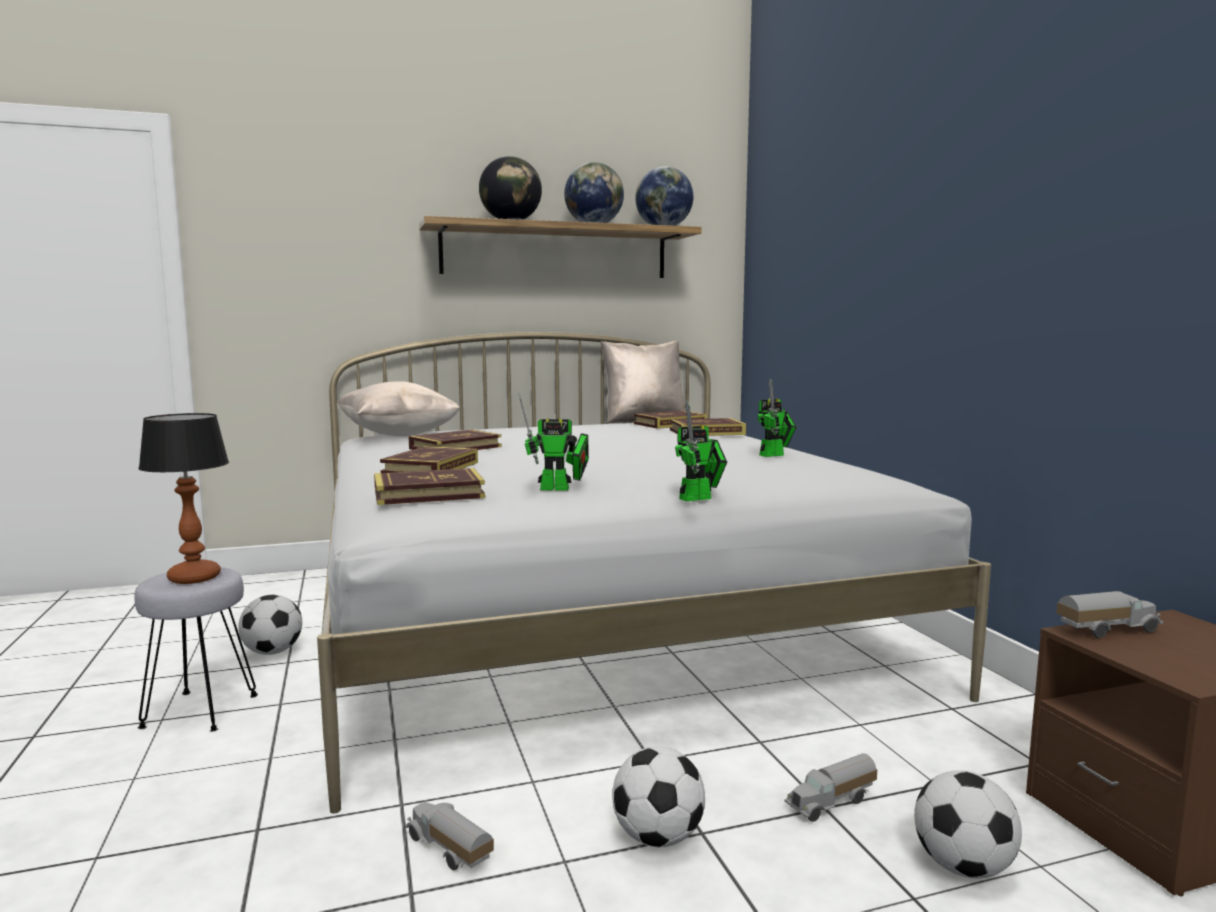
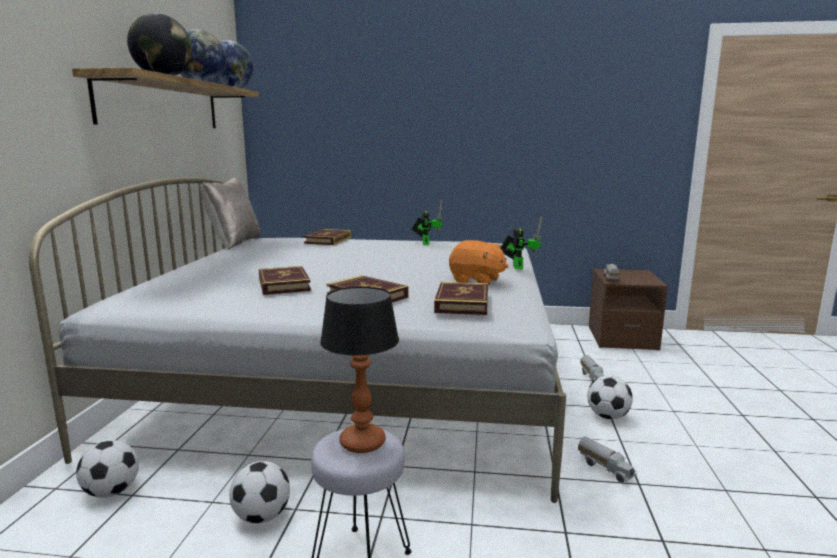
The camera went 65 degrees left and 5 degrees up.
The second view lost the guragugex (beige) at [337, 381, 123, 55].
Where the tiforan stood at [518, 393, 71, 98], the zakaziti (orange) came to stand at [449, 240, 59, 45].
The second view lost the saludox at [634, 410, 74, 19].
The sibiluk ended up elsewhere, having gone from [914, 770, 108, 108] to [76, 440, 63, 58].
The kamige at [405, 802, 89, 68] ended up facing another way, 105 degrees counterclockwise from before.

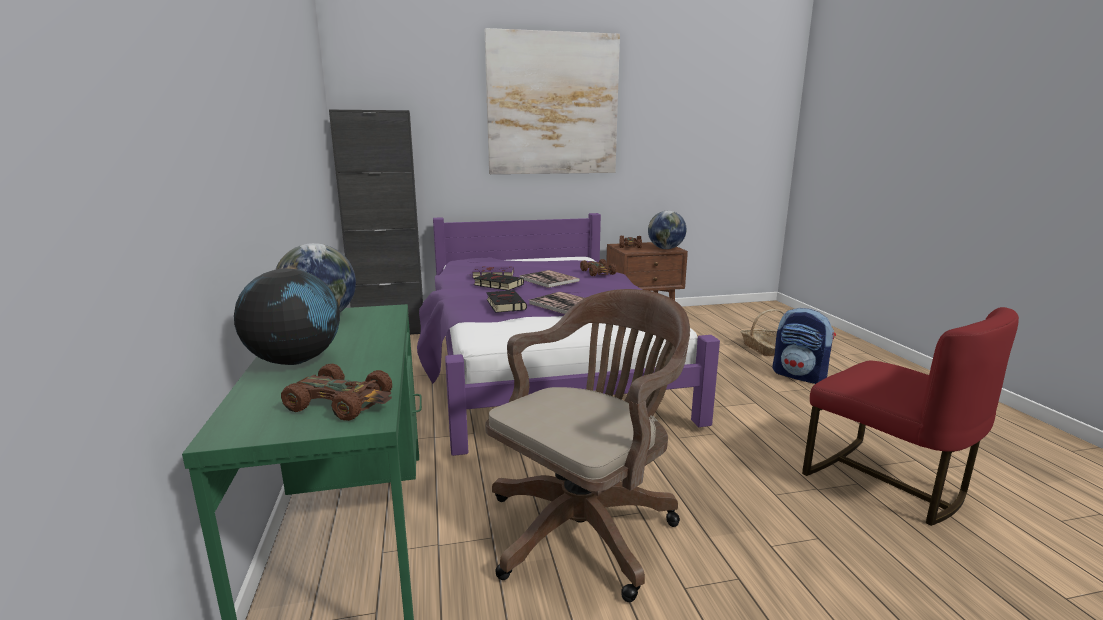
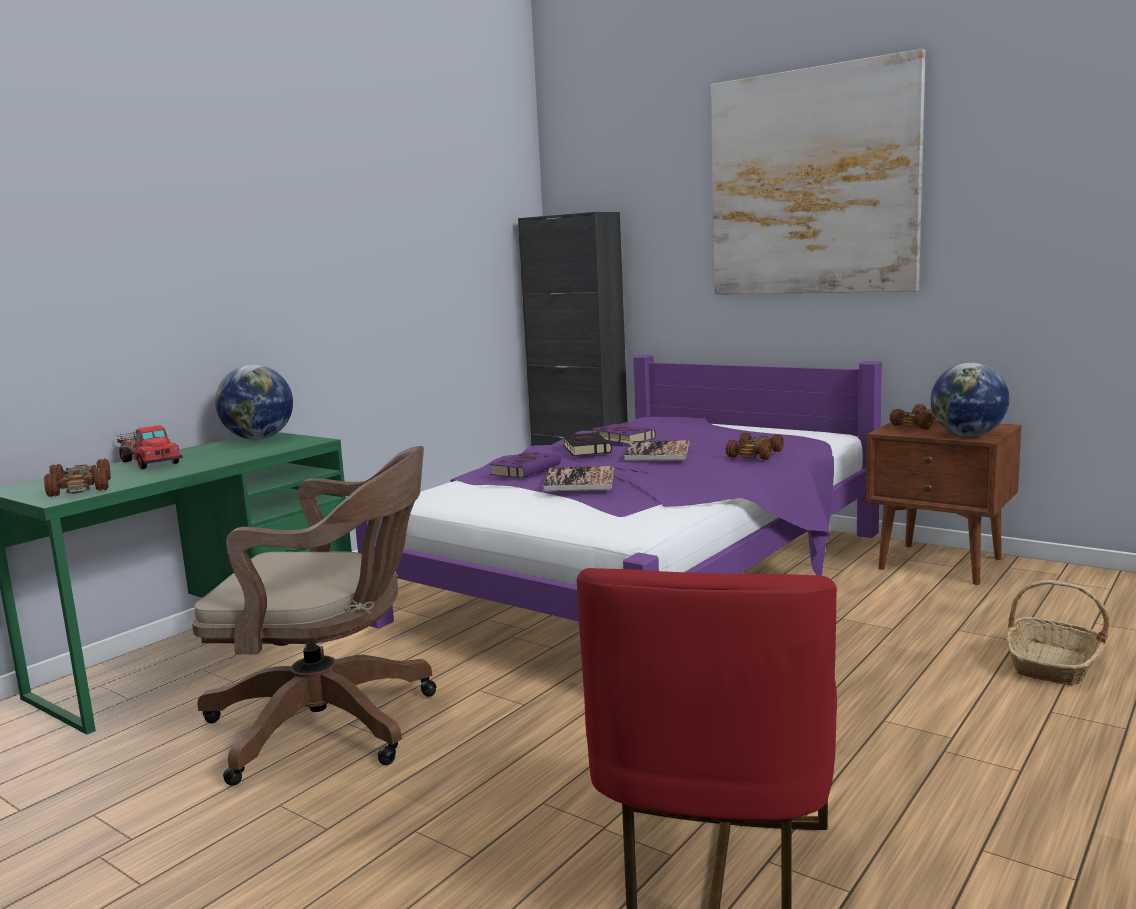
The camera went 50 degrees right and 5 degrees down.
Where the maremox stood at [234, 268, 106, 97], the kamige came to stand at [116, 425, 67, 44].
What was the saludox (black) at [486, 290, 41, 23] turned into the saludox (purple) at [489, 452, 72, 26].
The second view lost the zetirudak at [772, 308, 64, 76].

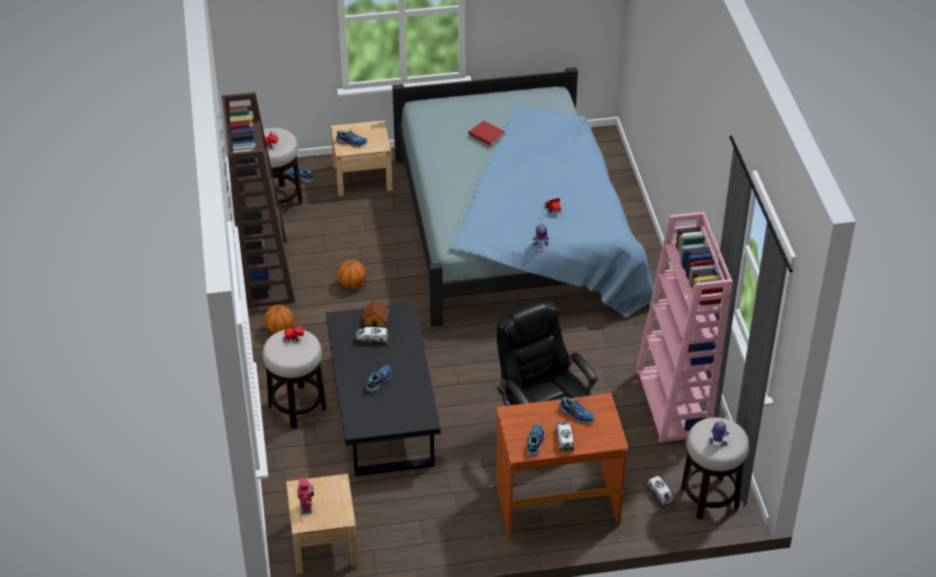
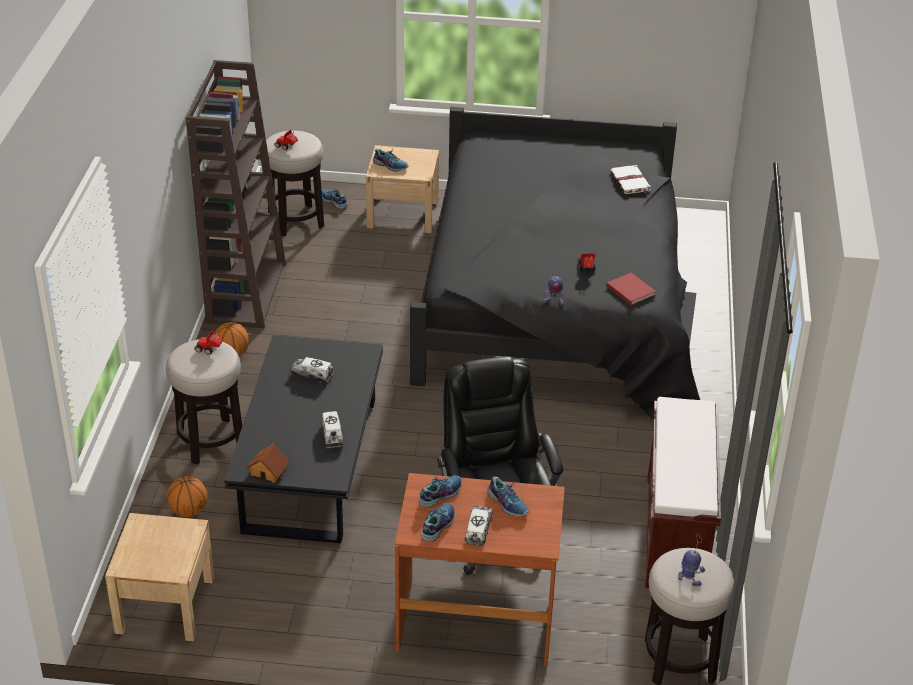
The camera went 15 degrees right and 5 degrees down.
What was the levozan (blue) at [392, 67, 268, 260] turned into the levozan (black) at [410, 107, 290, 313].
The saludox (red) ended up elsewhere, having gone from [468, 121, 37, 25] to [606, 273, 50, 32].
Where the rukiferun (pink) stood at [636, 212, 97, 230], the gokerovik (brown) came to stand at [645, 397, 76, 191].
The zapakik ended up elsewhere, having gone from [337, 260, 29, 29] to [167, 476, 41, 41].
The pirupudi ended up elsewhere, having gone from [362, 299, 28, 28] to [246, 443, 43, 40].
The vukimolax ended up elsewhere, having gone from [366, 365, 25, 27] to [419, 474, 43, 34].
The kamige ended up elsewhere, having gone from [647, 476, 28, 32] to [321, 411, 23, 38].
The second view lost the tiforan at [297, 478, 17, 36].
The second view gained the saludox (white) at [610, 165, 41, 29].

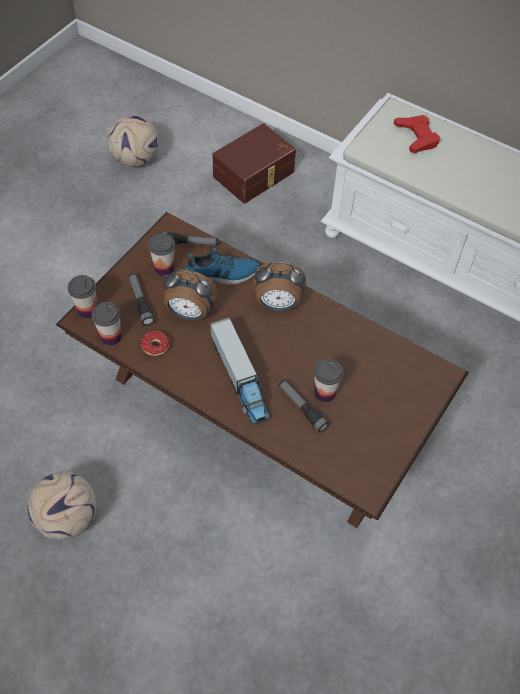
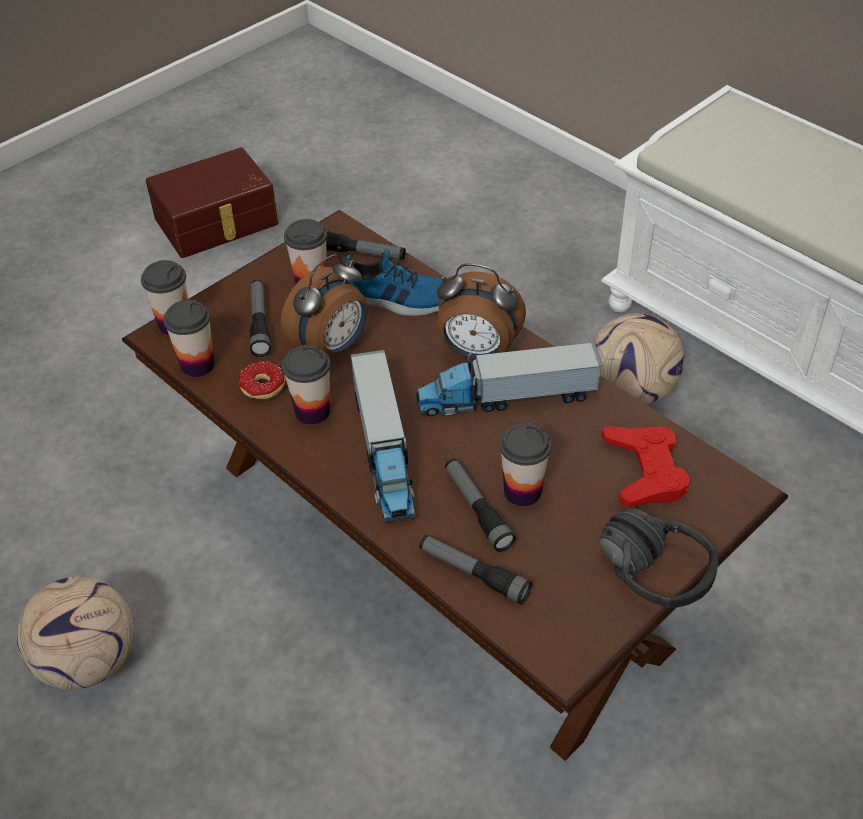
The camera went 15 degrees right and 10 degrees down.
The sibiluk ended up elsewhere, having gone from [108, 115, 51, 52] to [594, 313, 90, 91].
The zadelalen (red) ended up elsewhere, having gone from [394, 115, 46, 38] to [601, 426, 89, 82].
The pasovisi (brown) ended up elsewhere, having gone from [212, 123, 84, 81] to [146, 147, 132, 111].
The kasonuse at [163, 270, 56, 51] ended up facing another way, 75 degrees counterclockwise from before.
The second view gained the kamige at [416, 342, 187, 74].
The second view gained the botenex at [282, 345, 49, 80].
The second view gained the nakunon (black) at [599, 509, 119, 99].
The second view gained the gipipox at [419, 535, 114, 70].

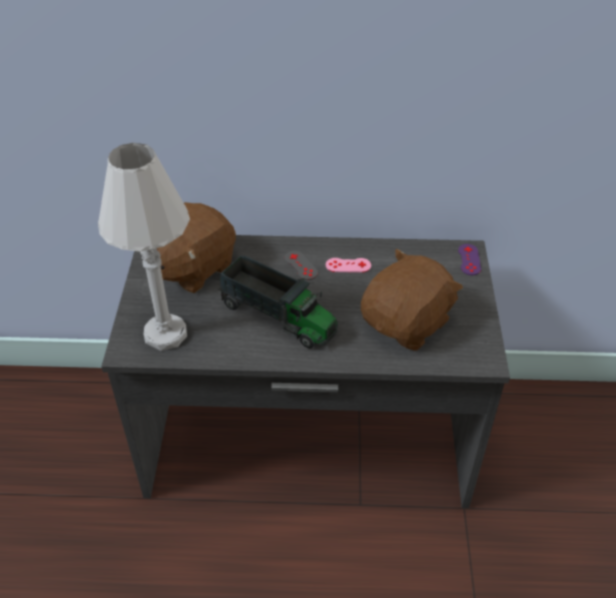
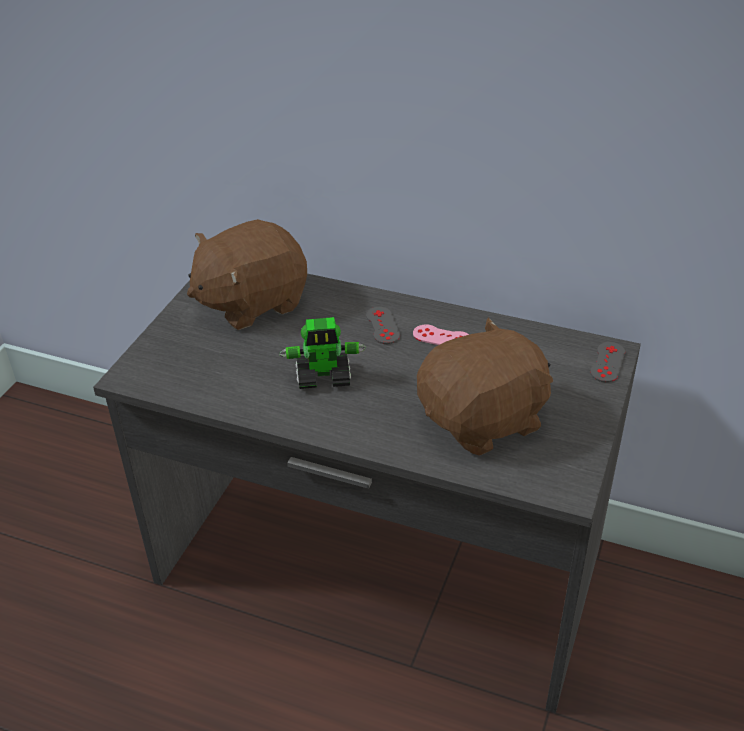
The camera went 20 degrees right and 5 degrees down.
The second view lost the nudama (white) at [98, 143, 92, 208].
What was the zadelalen (purple) at [458, 244, 23, 31] turned into the zadelalen (grey) at [590, 342, 35, 40].
Where the kamige stood at [218, 255, 120, 94], the tiforan came to stand at [279, 317, 87, 72].

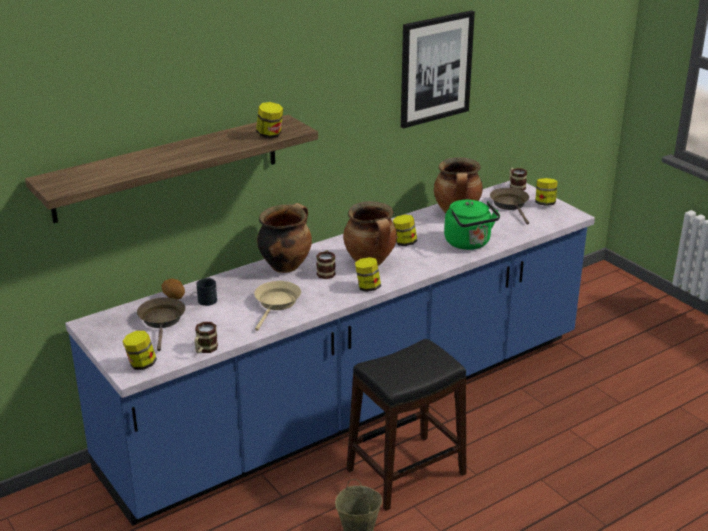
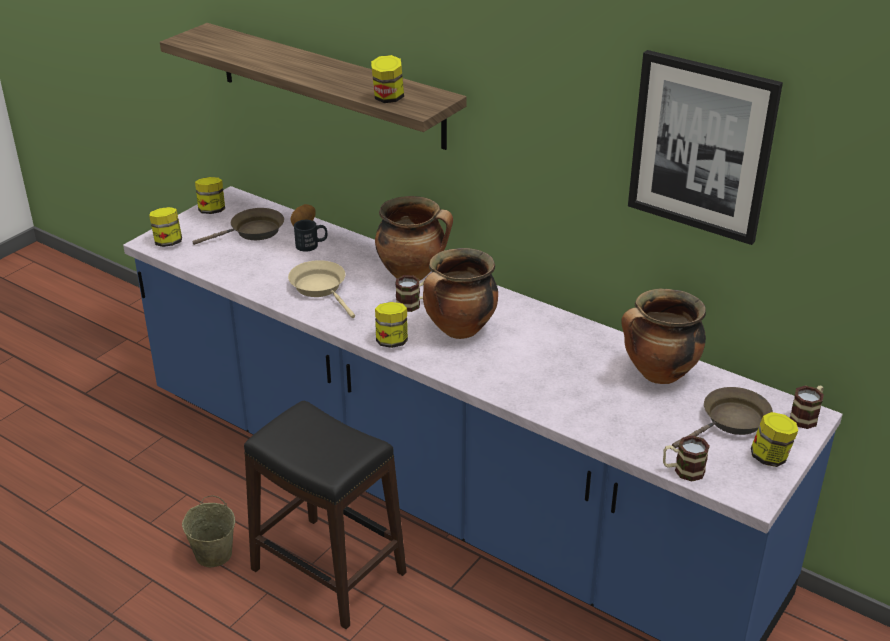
The camera went 70 degrees right and 5 degrees up.
The second view lost the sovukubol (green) at [444, 200, 56, 50].
The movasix ended up elsewhere, having gone from [393, 215, 24, 31] to [195, 177, 30, 37].
The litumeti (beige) at [254, 281, 47, 50] ended up facing another way, 120 degrees counterclockwise from before.
The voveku ended up elsewhere, having gone from [195, 322, 23, 31] to [663, 435, 47, 46].

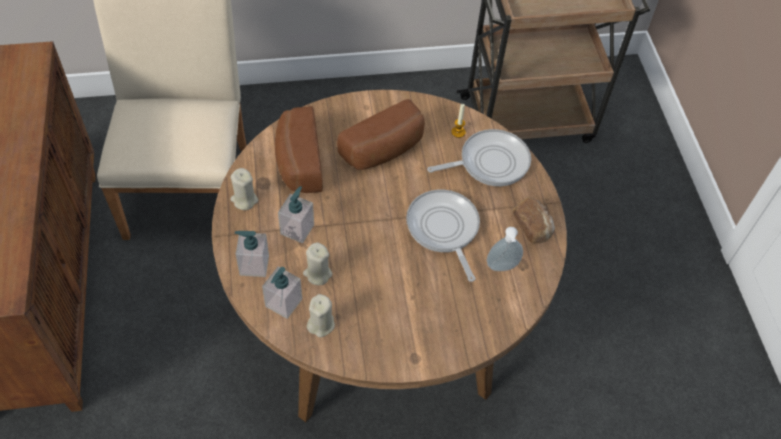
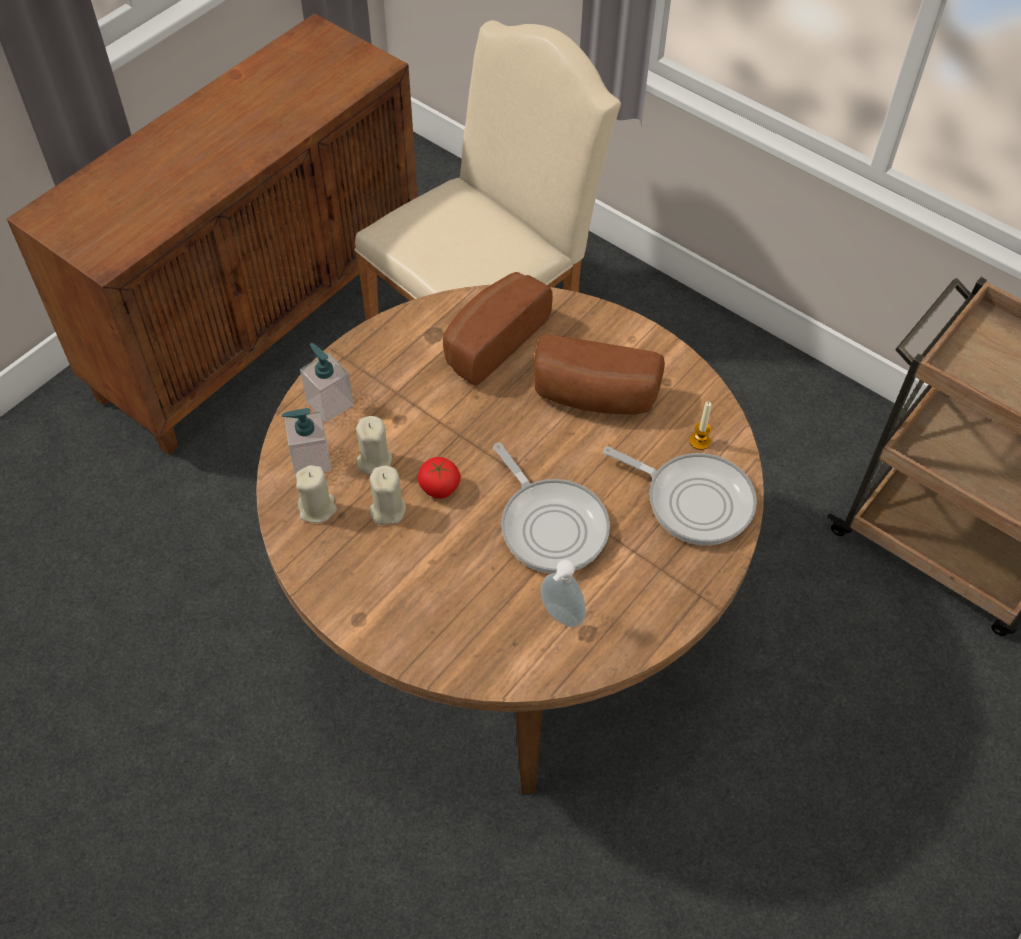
The camera went 50 degrees right and 0 degrees up.
The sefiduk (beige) ended up elsewhere, having gone from [230, 168, 28, 42] to [370, 466, 36, 59].
The second view lost the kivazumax at [278, 186, 36, 57].
The litumeti at [406, 190, 74, 92] ended up facing another way, 120 degrees clockwise from before.
The second view lost the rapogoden at [513, 197, 42, 47].
The second view gained the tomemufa at [418, 457, 43, 42].

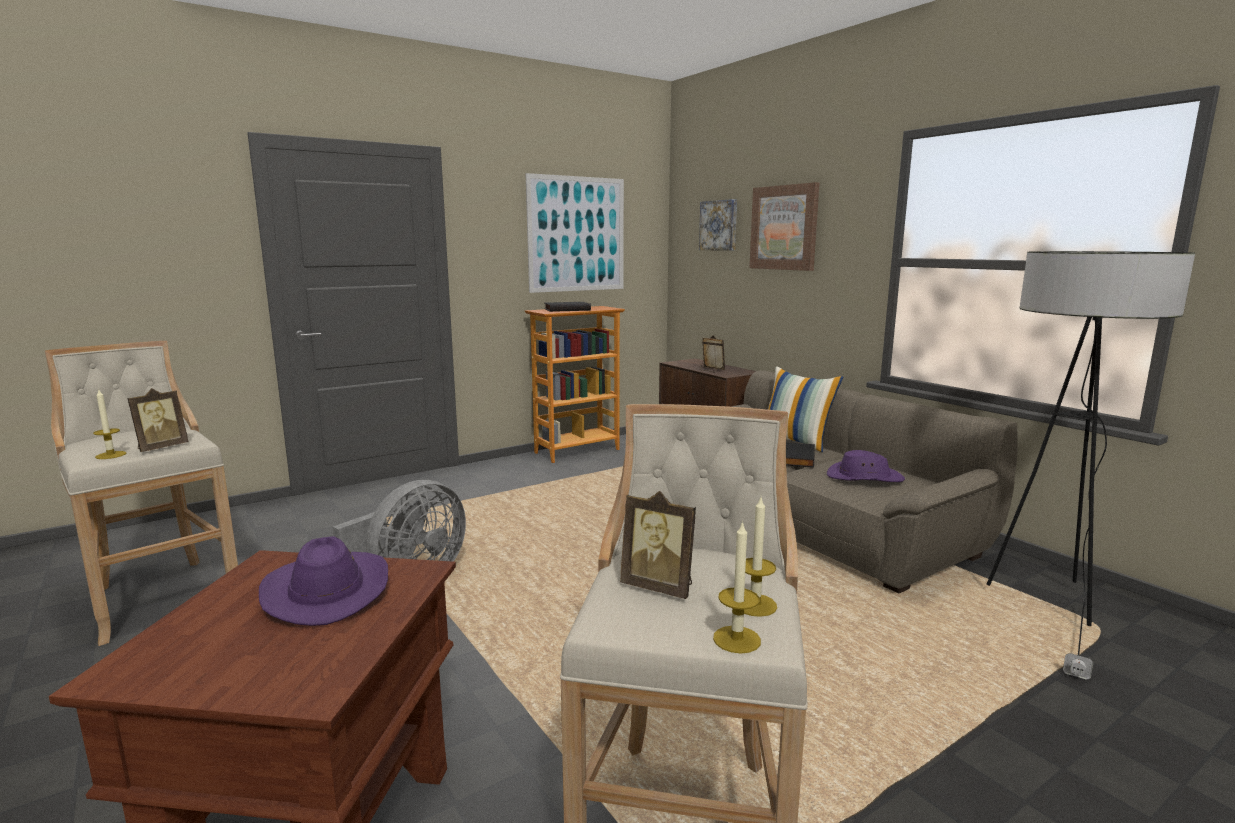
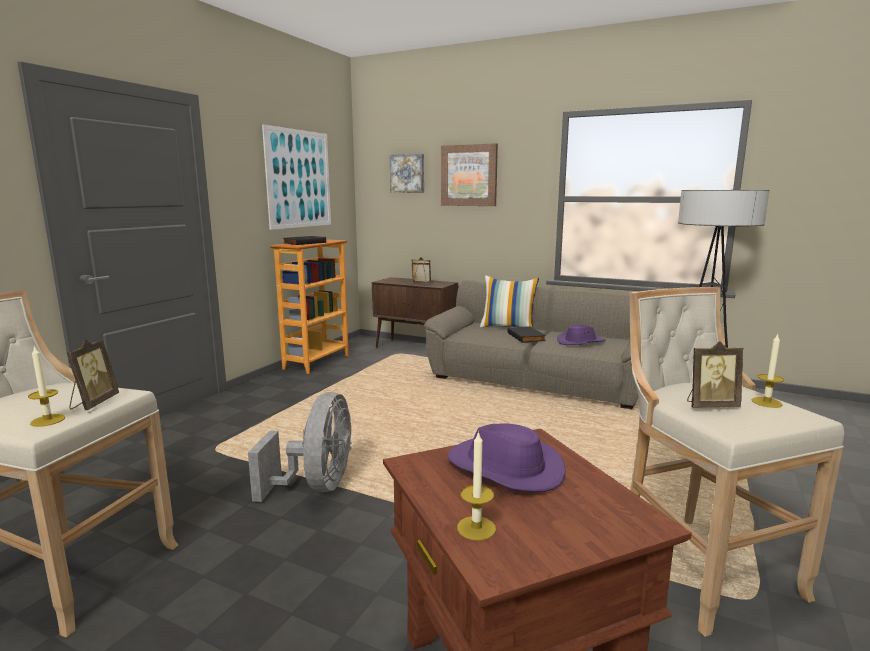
The camera went 30 degrees left and 0 degrees up.
The sefiduk ended up elsewhere, having gone from [713, 520, 48, 133] to [457, 431, 39, 110].

